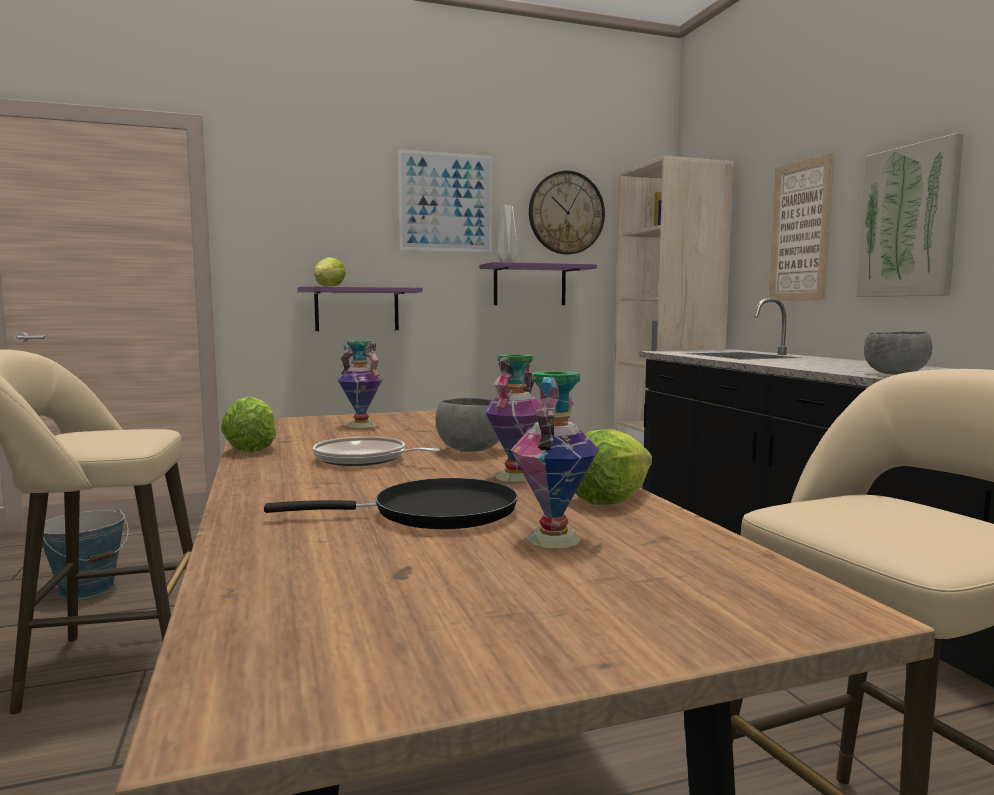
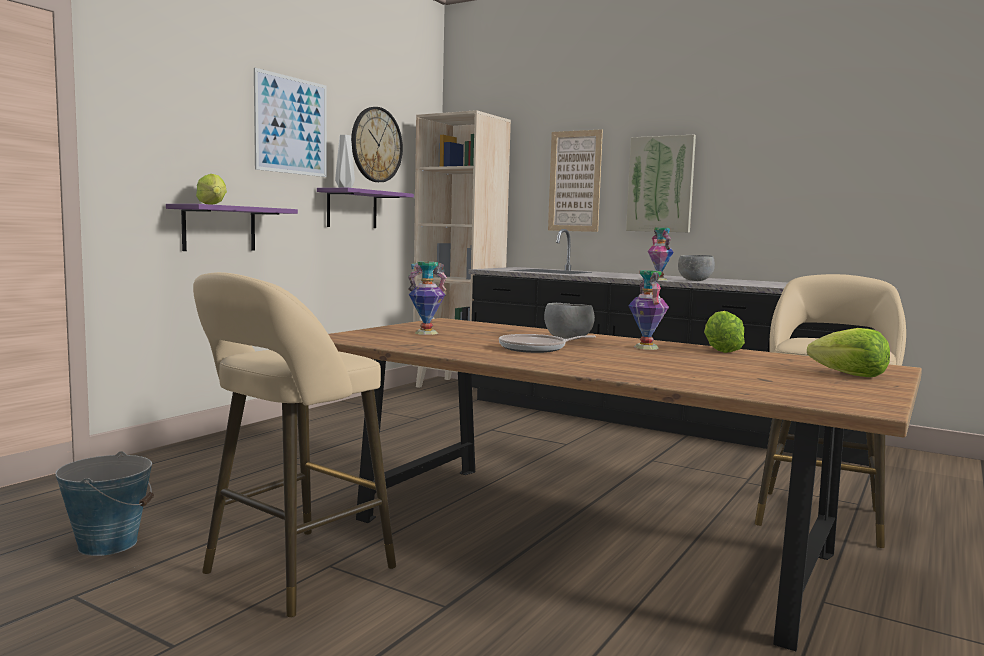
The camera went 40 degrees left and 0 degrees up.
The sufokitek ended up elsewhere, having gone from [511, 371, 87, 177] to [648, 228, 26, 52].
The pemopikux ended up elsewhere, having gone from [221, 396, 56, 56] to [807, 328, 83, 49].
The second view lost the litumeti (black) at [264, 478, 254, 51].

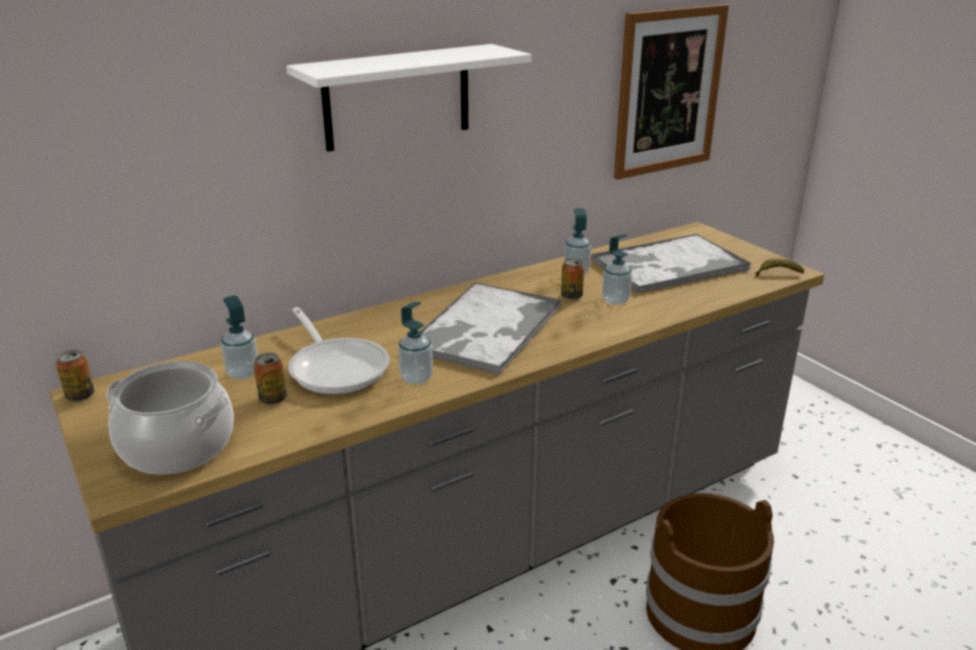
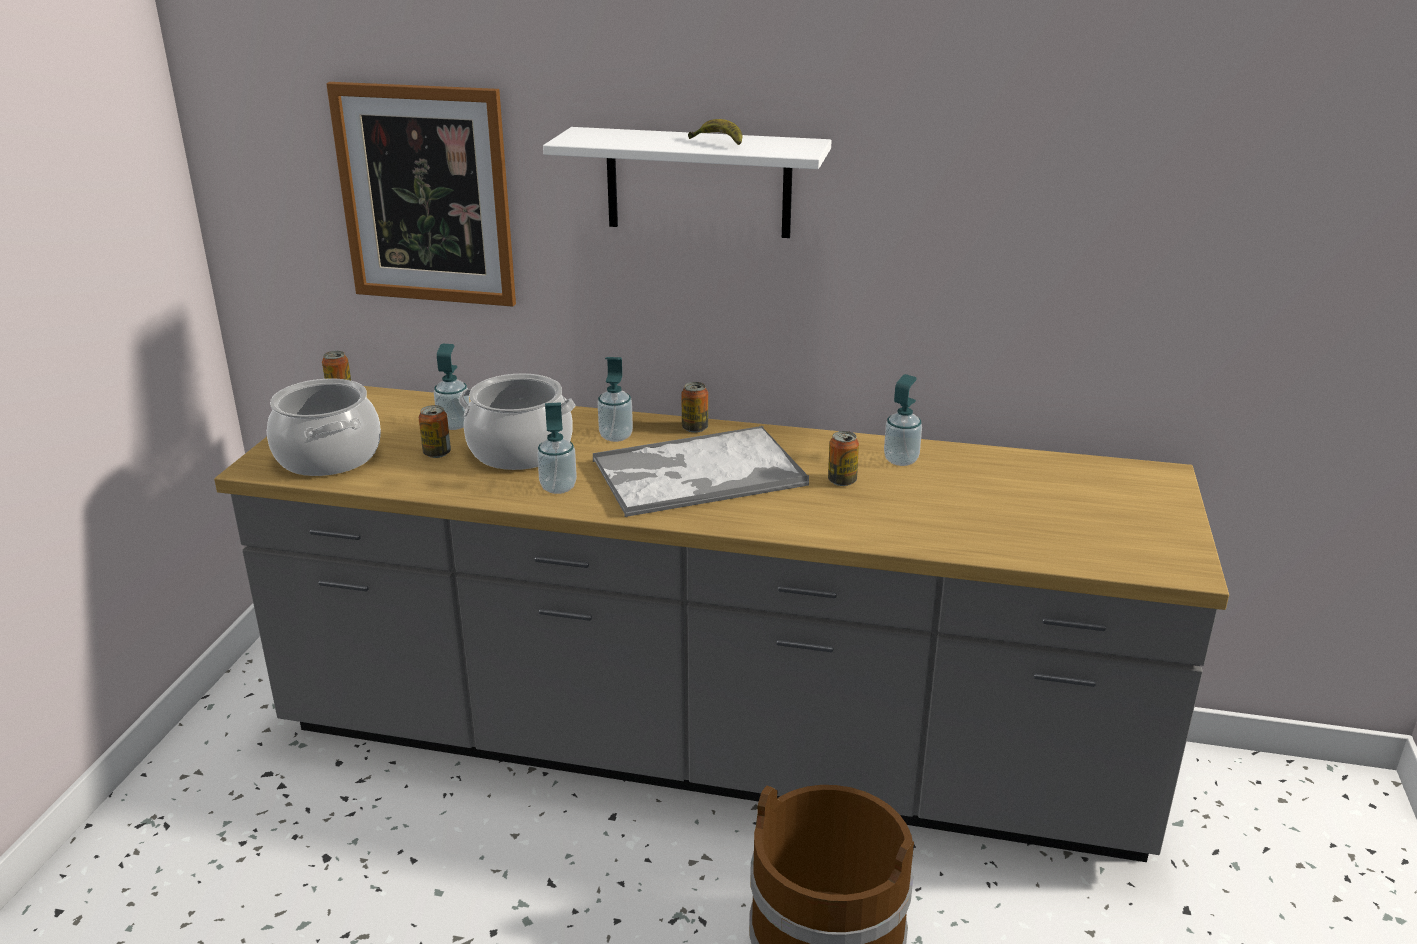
The camera went 45 degrees right and 0 degrees up.
The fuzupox ended up elsewhere, having gone from [614, 4, 115, 176] to [326, 82, 190, 225].
The second view lost the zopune at [591, 234, 160, 59].
The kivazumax ended up elsewhere, having gone from [602, 234, 30, 71] to [597, 357, 36, 85].
The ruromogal ended up elsewhere, having gone from [756, 258, 48, 18] to [688, 119, 55, 26].
Where the litumeti stood at [288, 307, 102, 88], the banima came to stand at [459, 374, 116, 96].
The second view gained the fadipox at [681, 382, 27, 51].

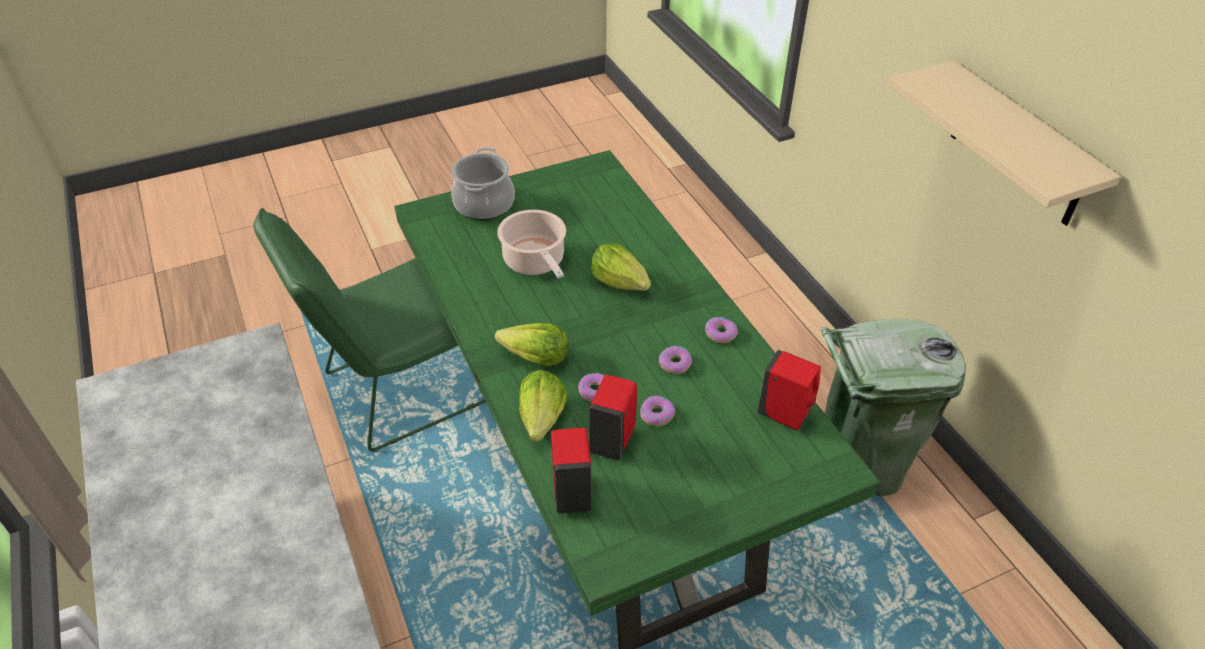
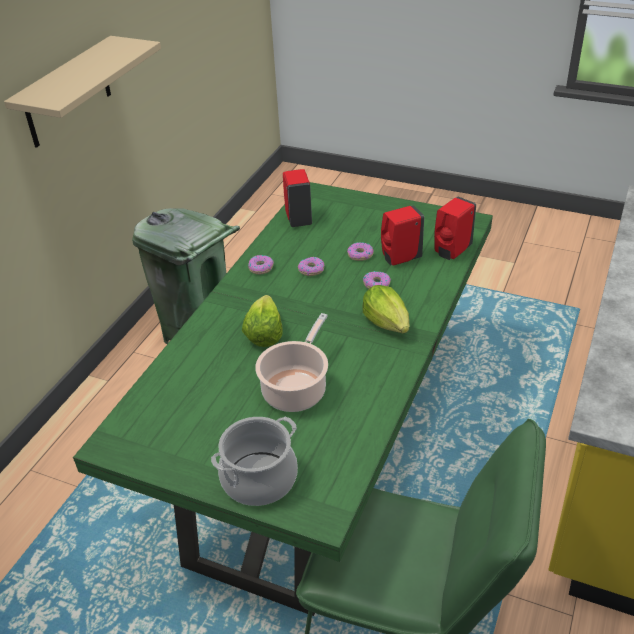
The camera went 130 degrees left and 5 degrees down.
The second view lost the pemopikux at [519, 370, 48, 72].

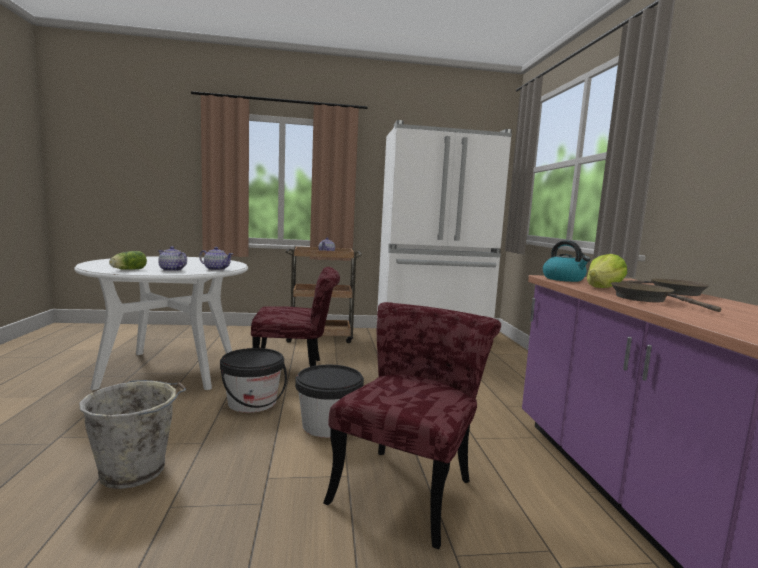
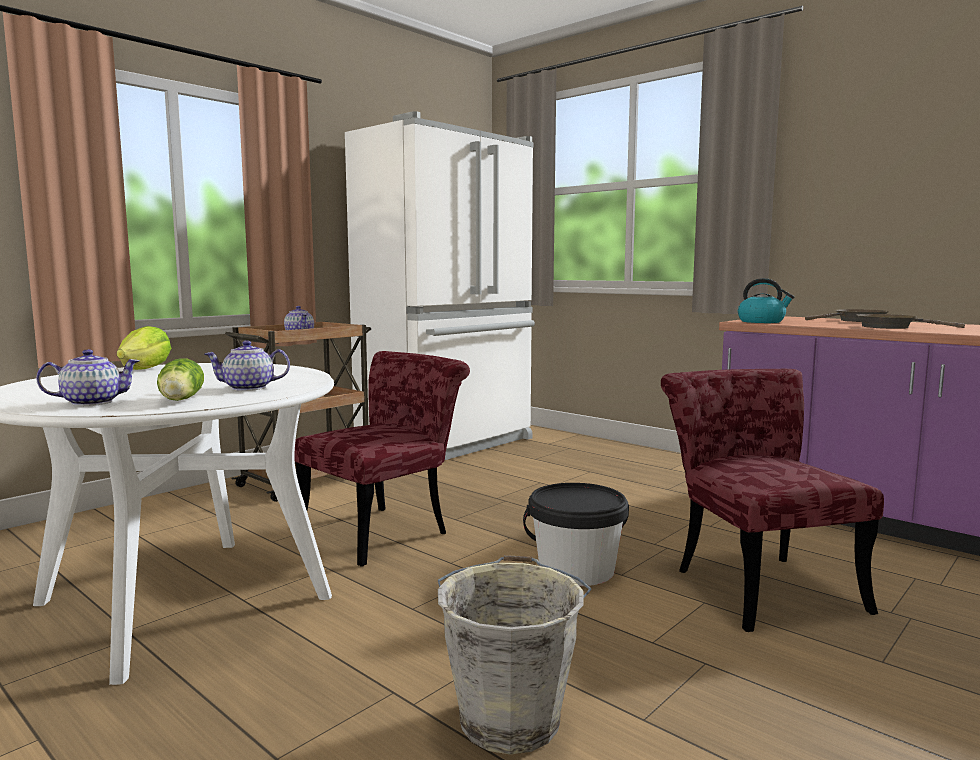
The camera went 40 degrees left and 0 degrees up.
The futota ended up elsewhere, having gone from [199, 247, 34, 24] to [36, 349, 104, 57].
The pemopikux ended up elsewhere, having gone from [587, 254, 40, 34] to [117, 326, 54, 44].
The second view lost the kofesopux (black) at [220, 348, 67, 65].

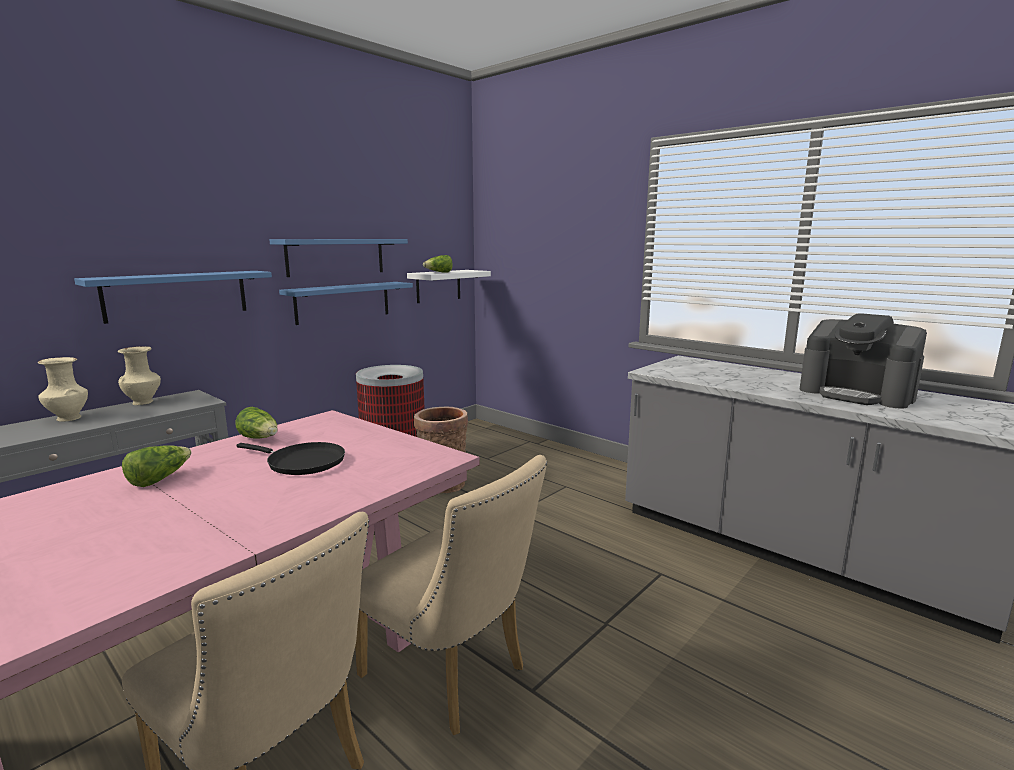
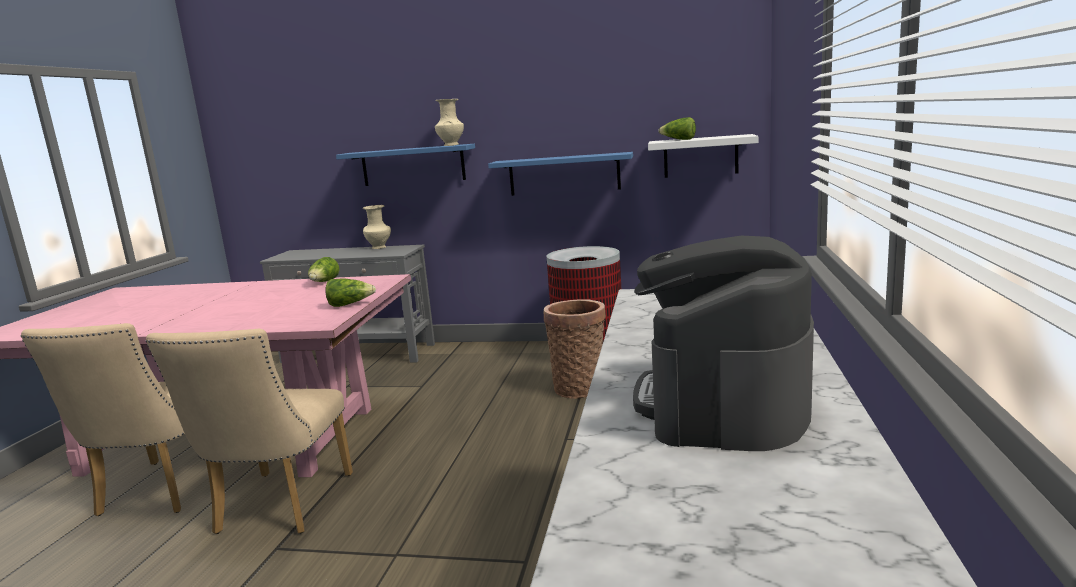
The camera went 60 degrees right and 0 degrees up.
The second view lost the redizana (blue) at [269, 239, 139, 38].
The sufokitek (beige) ended up elsewhere, having gone from [38, 357, 50, 65] to [435, 99, 29, 47].
The second view lost the litumeti (black) at [236, 442, 109, 33].
The pemopikux ended up elsewhere, having gone from [122, 445, 70, 42] to [325, 279, 51, 28].

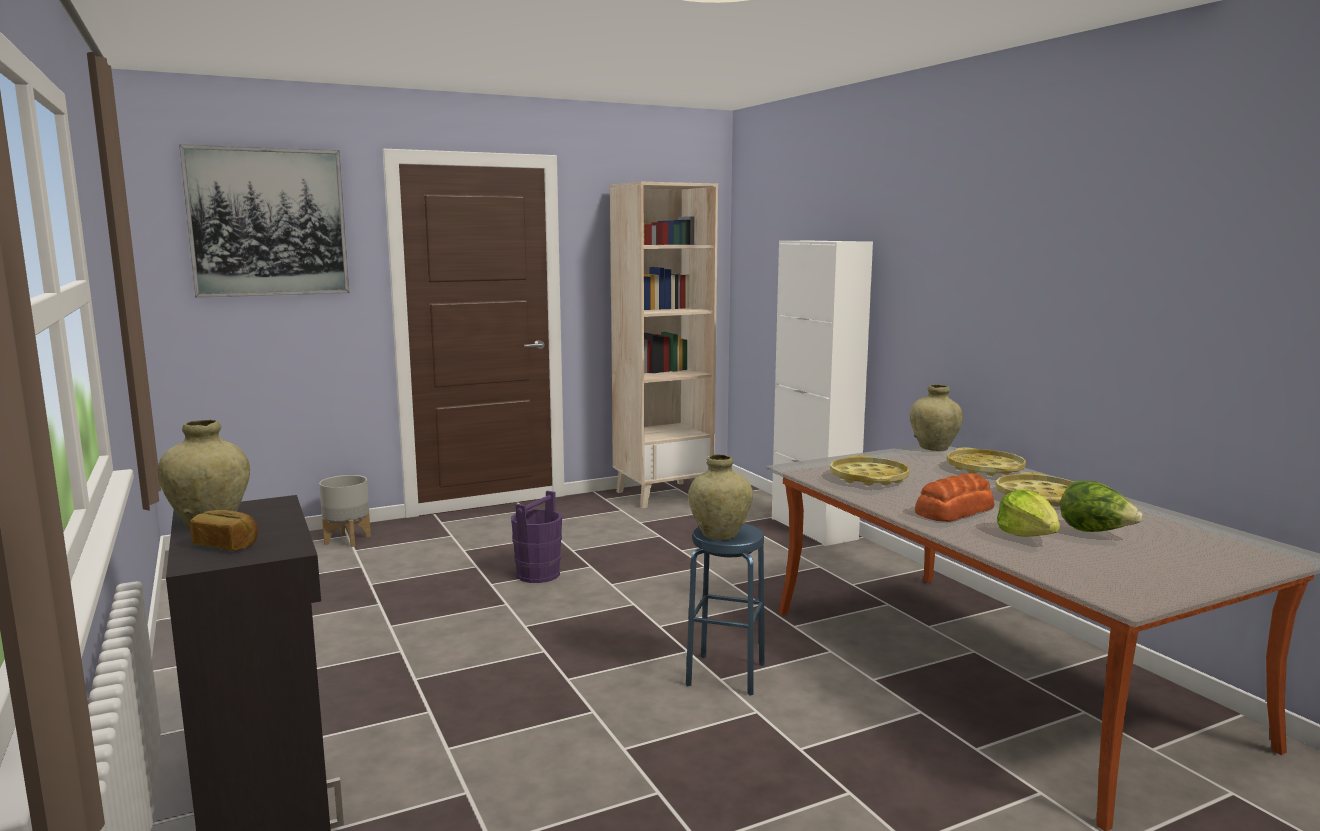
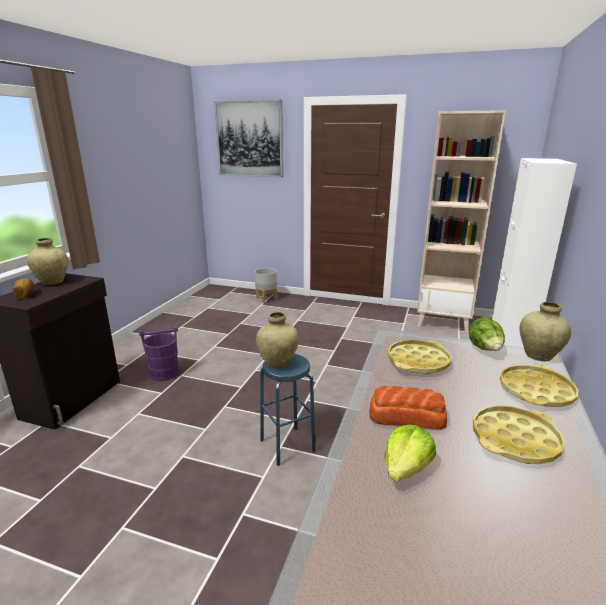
The camera went 45 degrees right and 10 degrees up.
The pemopikux ended up elsewhere, having gone from [1060, 481, 83, 51] to [469, 317, 36, 34].
The kofesopux (purple) ended up elsewhere, having gone from [511, 491, 51, 92] to [139, 325, 39, 56].

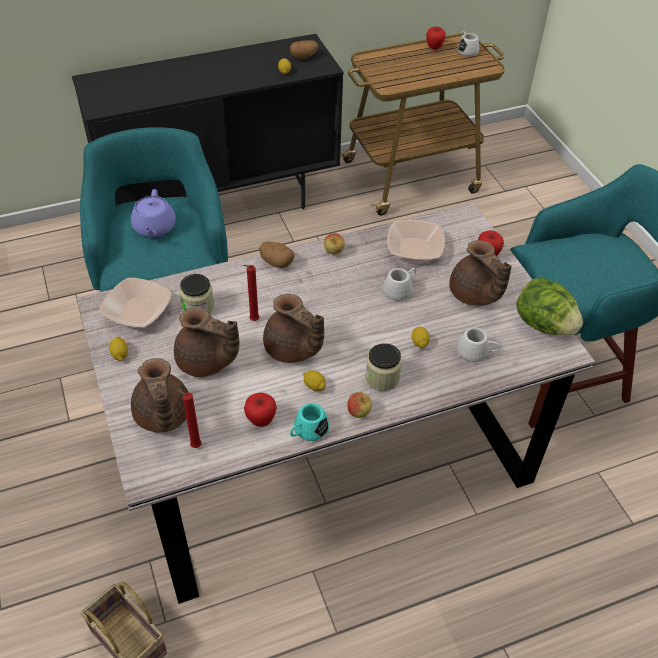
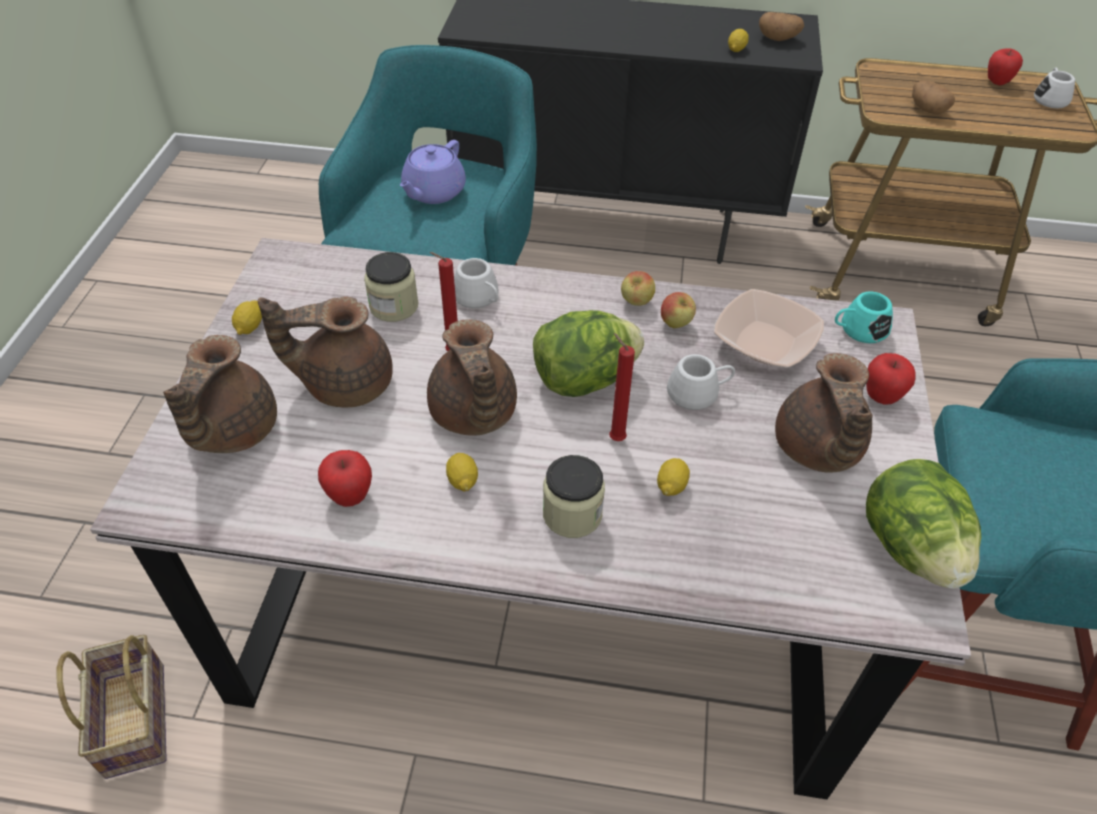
The camera went 30 degrees right and 0 degrees up.
The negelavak ended up elsewhere, having gone from [259, 241, 36, 27] to [912, 80, 43, 34].
The second view lost the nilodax at [100, 278, 72, 50].
The futota (brown) at [174, 307, 65, 70] ended up facing another way, 120 degrees clockwise from before.
The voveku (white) ended up elsewhere, having gone from [457, 327, 43, 35] to [454, 258, 45, 50].
The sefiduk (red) ended up elsewhere, having gone from [176, 389, 26, 59] to [609, 333, 26, 108].
The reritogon ended up elsewhere, having gone from [347, 392, 25, 26] to [661, 292, 35, 36].
The voveku (turquoise) ended up elsewhere, having gone from [290, 403, 39, 38] to [835, 291, 58, 52].
The second view gained the pemopikux at [533, 310, 111, 87].

